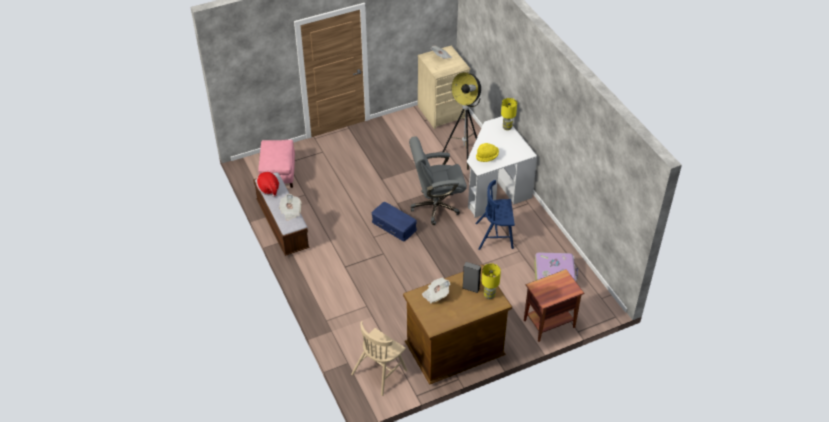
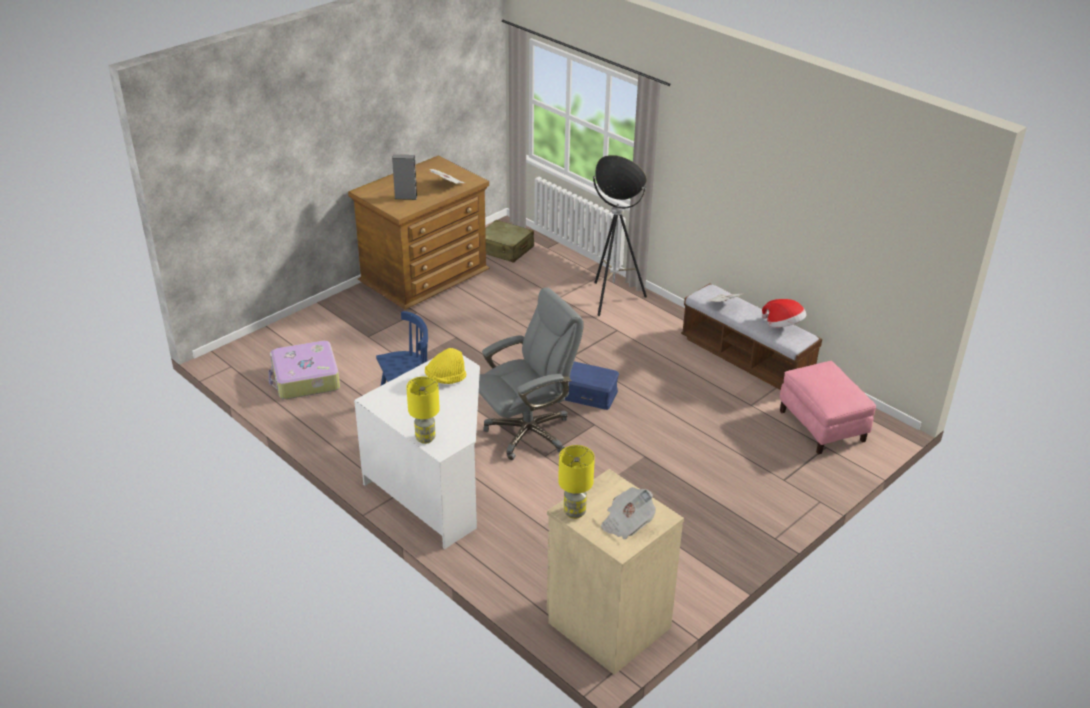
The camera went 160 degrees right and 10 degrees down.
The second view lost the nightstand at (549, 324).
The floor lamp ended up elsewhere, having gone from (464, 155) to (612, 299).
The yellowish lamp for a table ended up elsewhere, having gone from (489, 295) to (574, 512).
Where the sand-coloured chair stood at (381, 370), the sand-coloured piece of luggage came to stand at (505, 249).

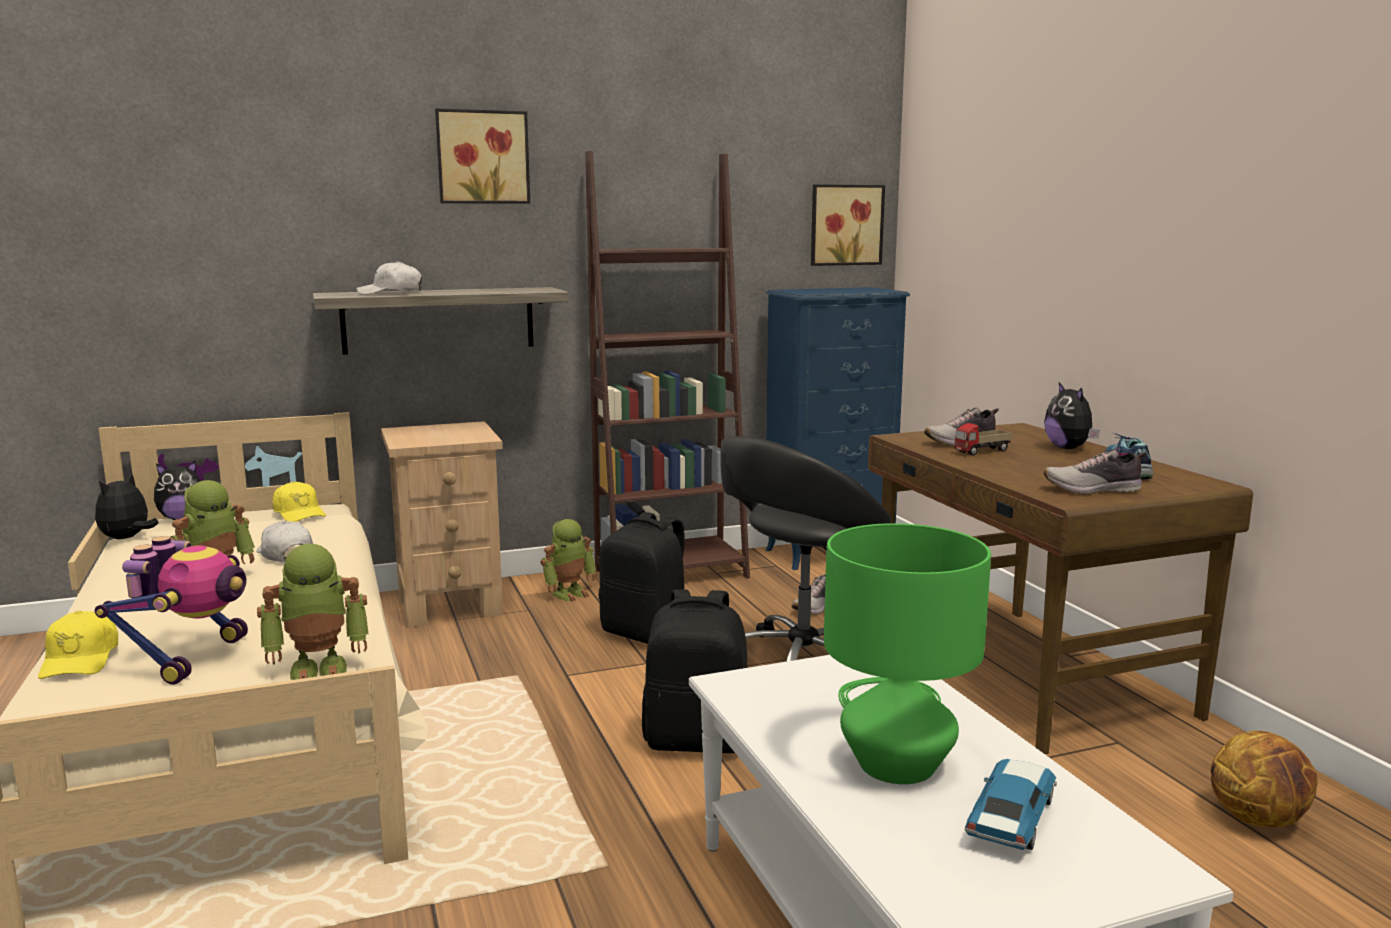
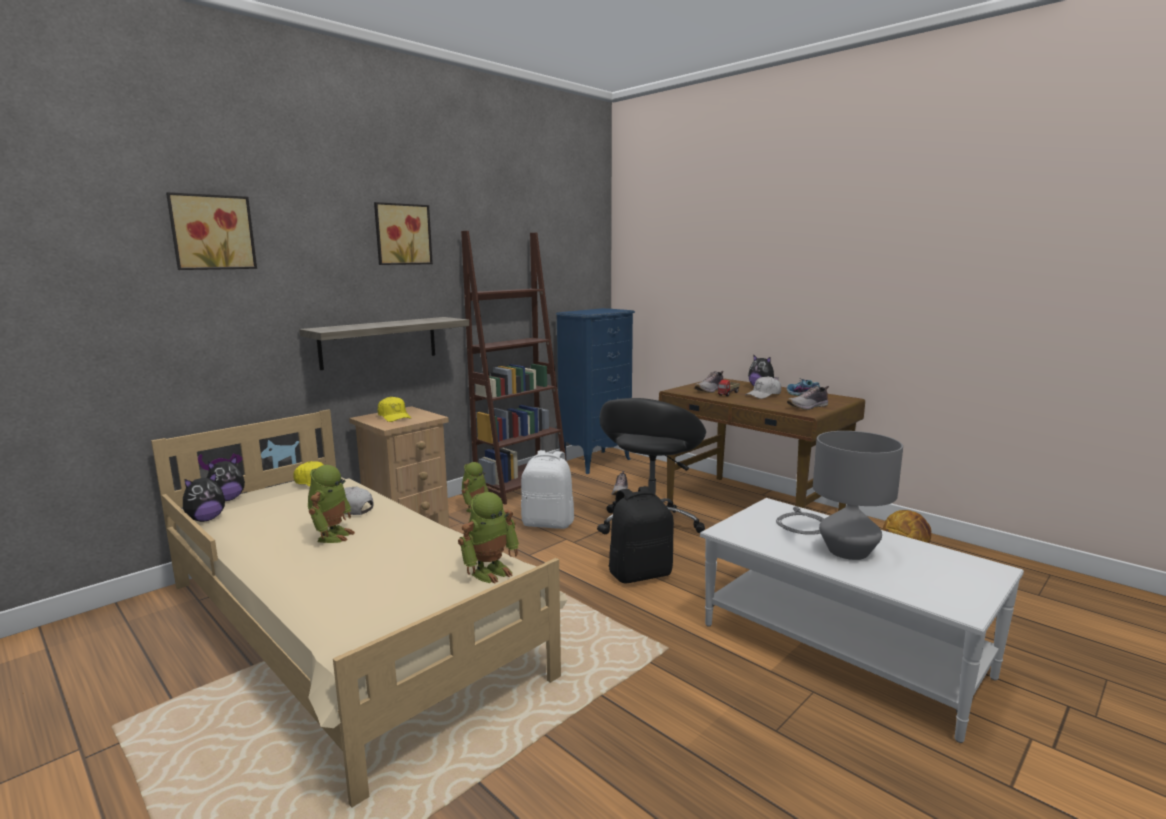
The camera went 25 degrees left and 0 degrees up.
The second view lost the robot figure at (192, 658).
The second view lost the miniature car at (1011, 817).
The yellowish baseball cap ended up elsewhere, having gone from (81, 660) to (394, 417).
The whitish baseball cap ended up elsewhere, having gone from (391, 293) to (763, 395).
The wall picture ended up elsewhere, having gone from (845, 225) to (212, 232).
What was the black backpack at (647, 634) turned into the whitish backpack at (548, 523).
What was the green lamp for a table at (894, 738) turned into the gray lamp for a table at (829, 539).
The soft toy at (127, 538) ended up facing another way, 135 degrees counterclockwise from before.

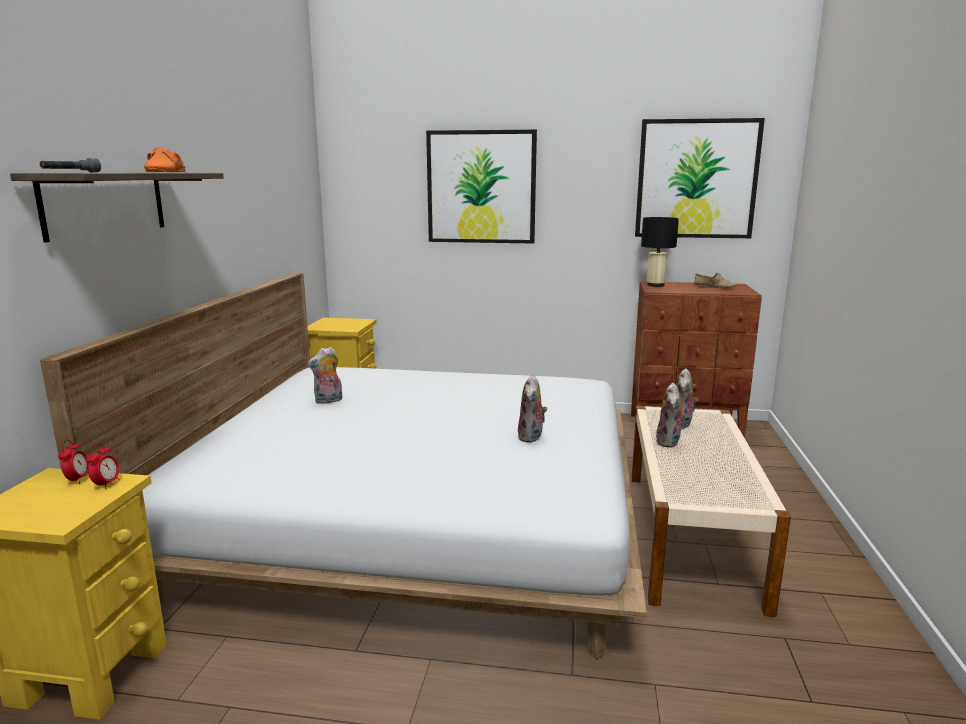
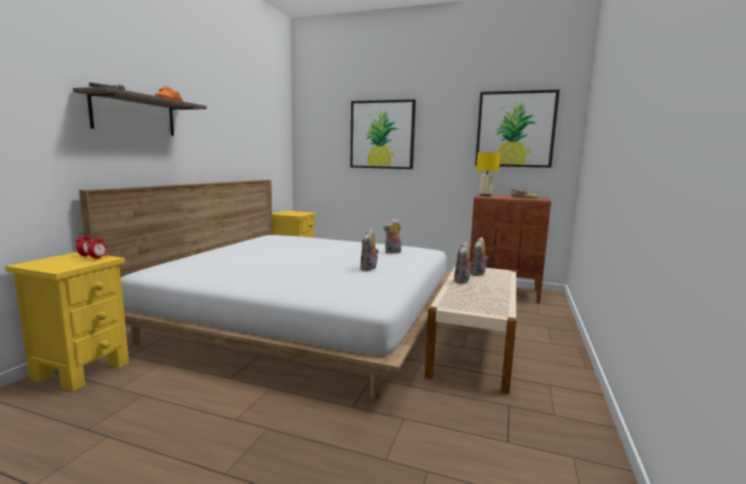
The camera went 10 degrees right and 5 degrees down.
The soft toy ended up elsewhere, having gone from (328, 401) to (393, 252).
What was the black lamp for a table at (655, 285) turned into the yellowish lamp for a table at (485, 195).

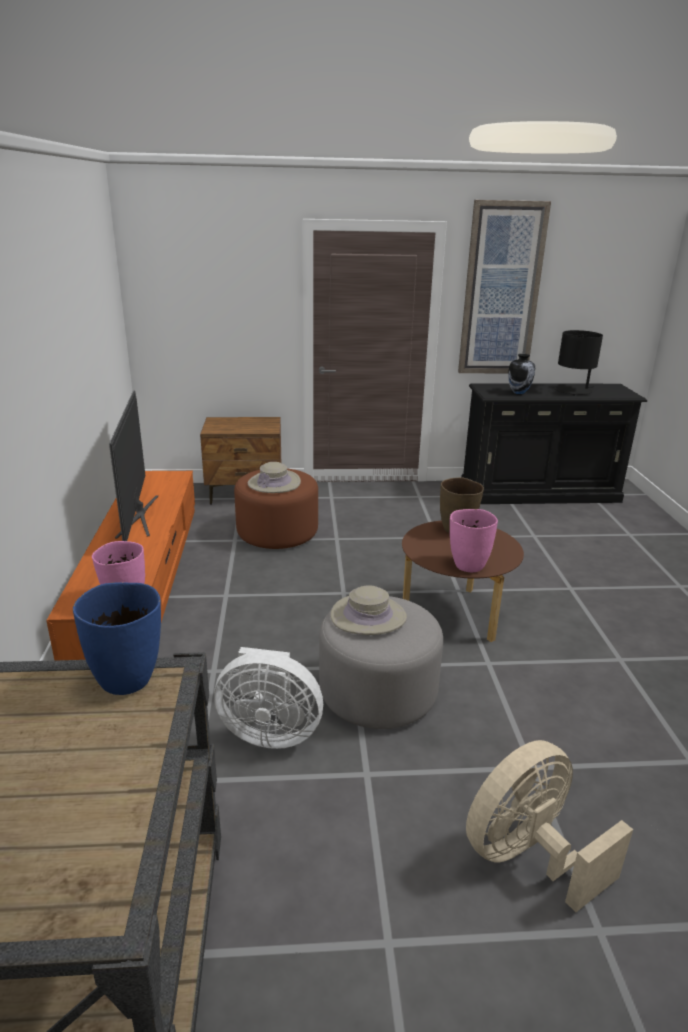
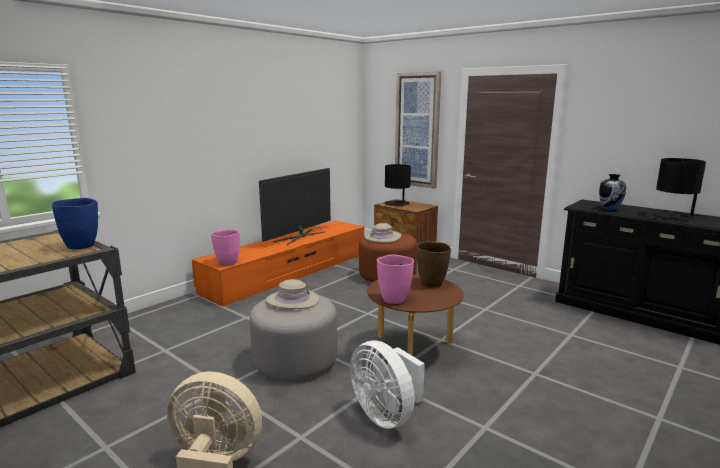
The camera went 45 degrees right and 10 degrees down.
The second view gained the black lamp for a table at (397, 204).
The whitish cooling fan ended up elsewhere, having gone from (269, 732) to (386, 415).
The wall picture ended up elsewhere, having gone from (501, 290) to (417, 130).

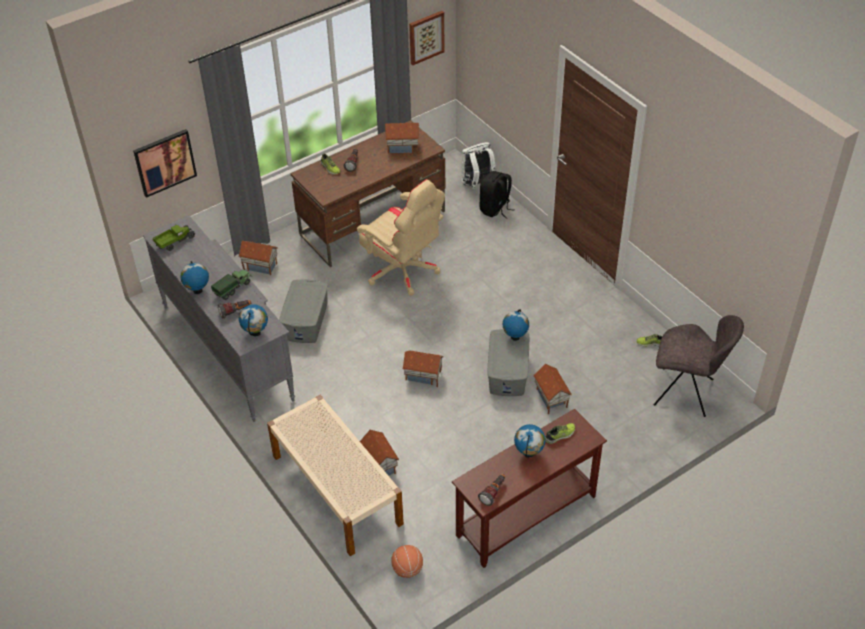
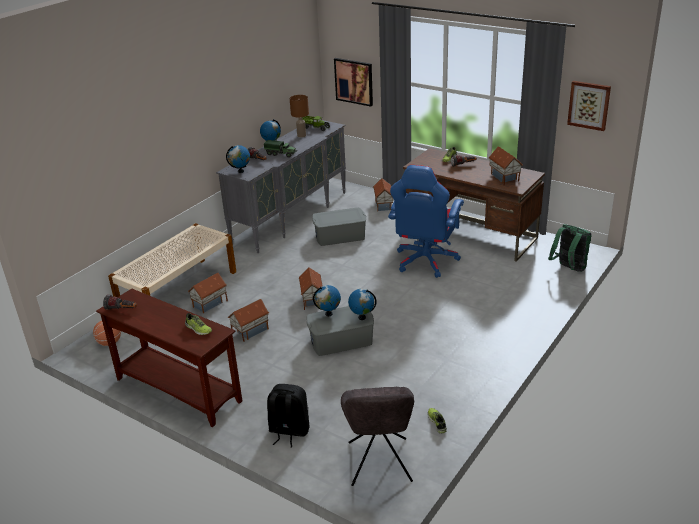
The camera went 70 degrees right and 15 degrees down.
The second view gained the brown lamp for a table at (301, 135).
The black backpack ended up elsewhere, having gone from (495, 209) to (289, 431).
The globe ended up elsewhere, having gone from (529, 454) to (328, 314).
The toy house ended up elsewhere, having gone from (550, 399) to (250, 331).
What was the sand-coloured computer chair at (402, 270) turned into the bluish computer chair at (426, 260).
What was the whitish backpack at (477, 184) turned into the green backpack at (569, 268).

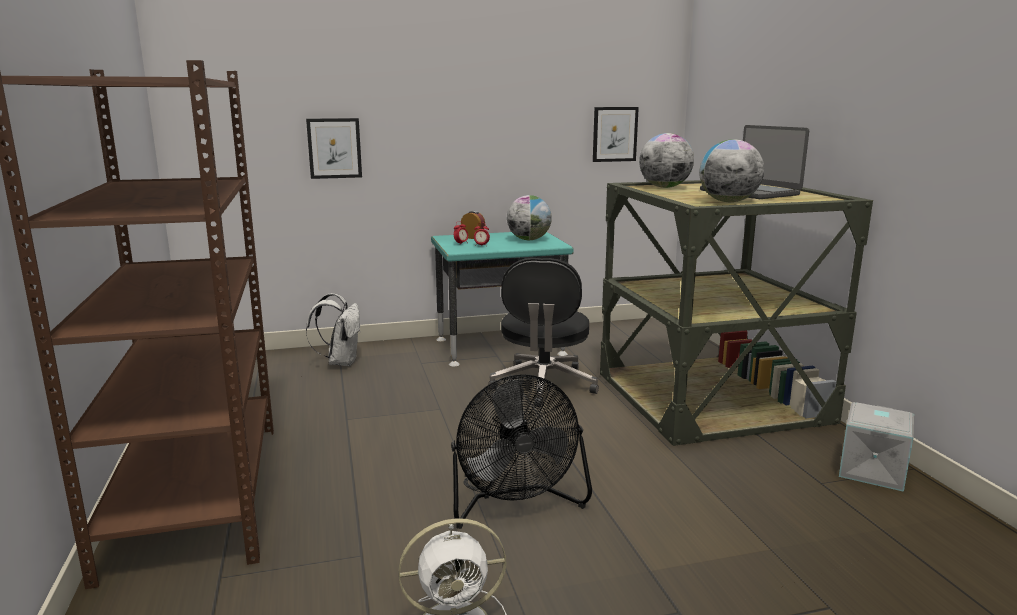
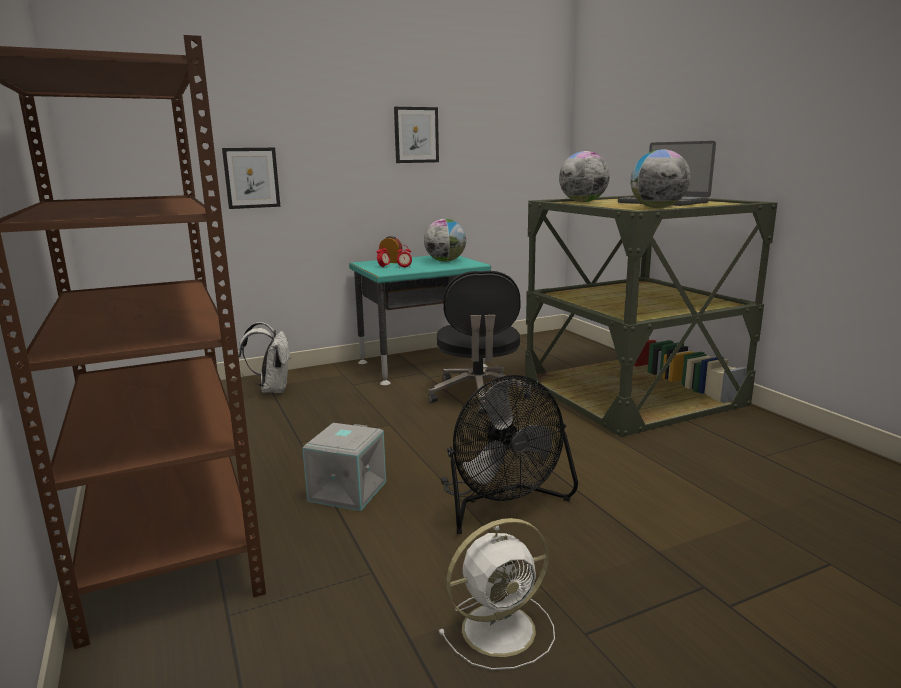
The camera went 10 degrees left and 0 degrees up.
The wall picture ended up elsewhere, having gone from (615, 134) to (416, 135).
The gray storage bin ended up elsewhere, having gone from (870, 470) to (346, 491).

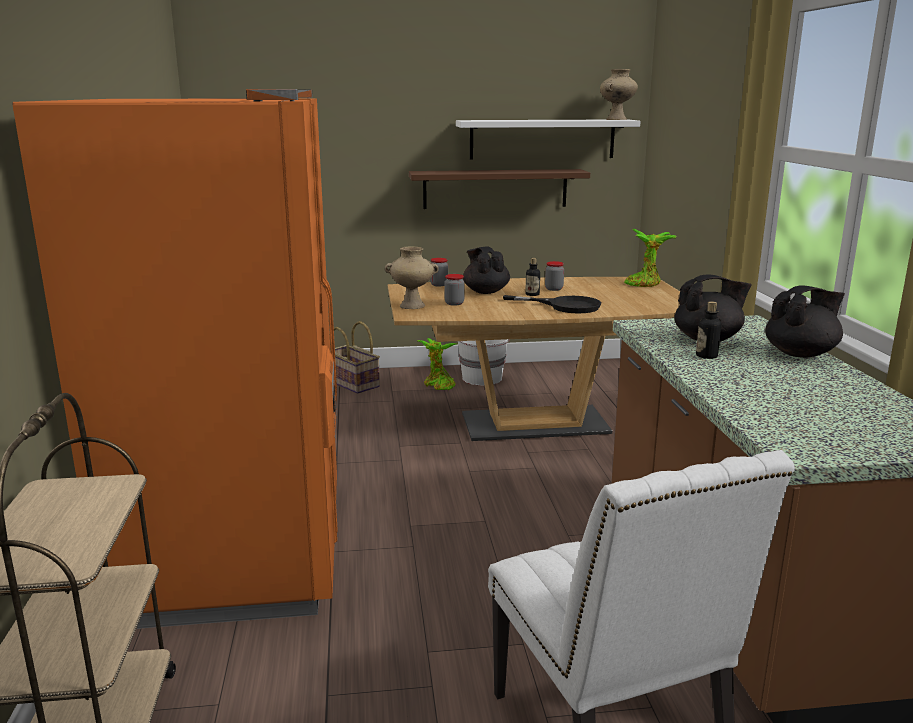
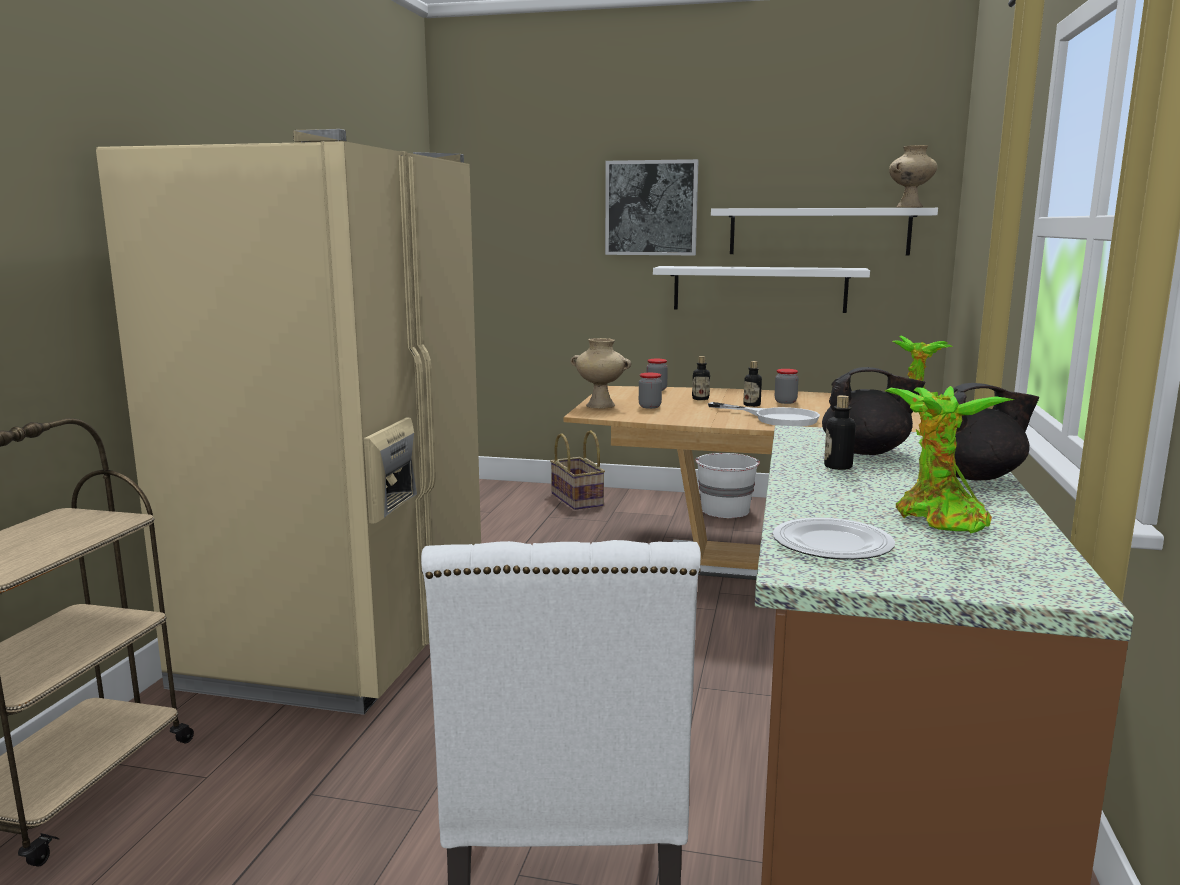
The camera went 20 degrees right and 5 degrees down.
The second view gained the wall picture at (651, 208).
The second view gained the dinner plate at (832, 544).
The houseplant ended up elsewhere, having gone from (438, 385) to (936, 518).
Where the black pot for tea stood at (485, 291), the beverage bottle came to stand at (700, 399).
What was the orange fridge at (240, 547) turned into the sand-coloured fridge at (343, 637).
What was the brown wall shelf at (495, 189) turned into the whitish wall shelf at (759, 289).
What was the black skillet at (565, 306) turned into the whitish skillet at (776, 418).

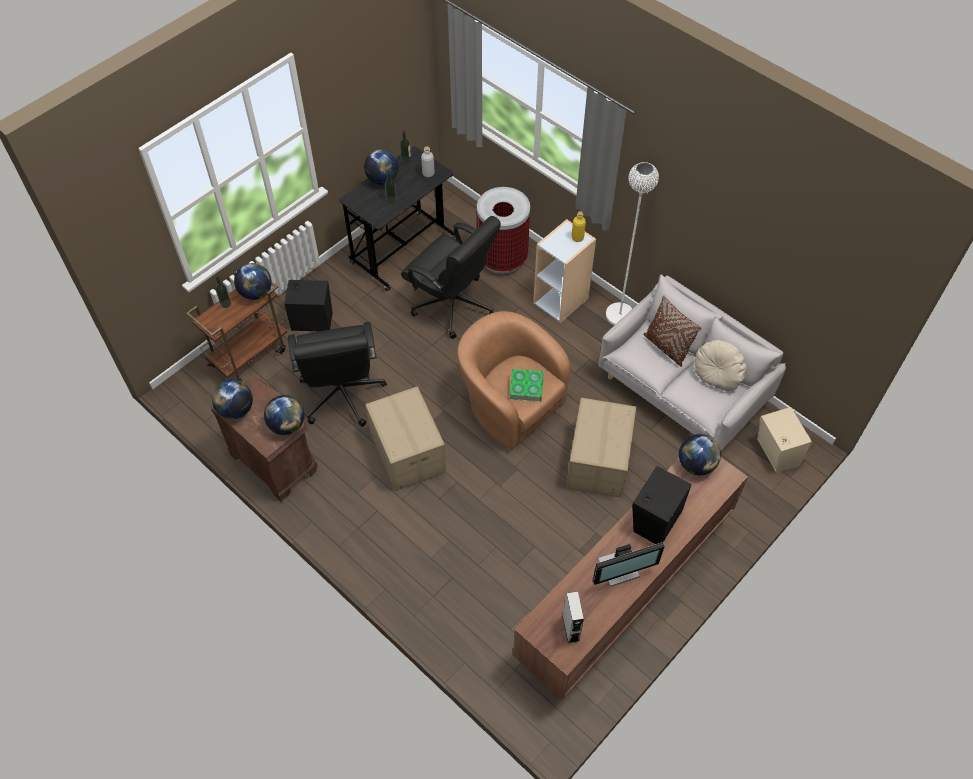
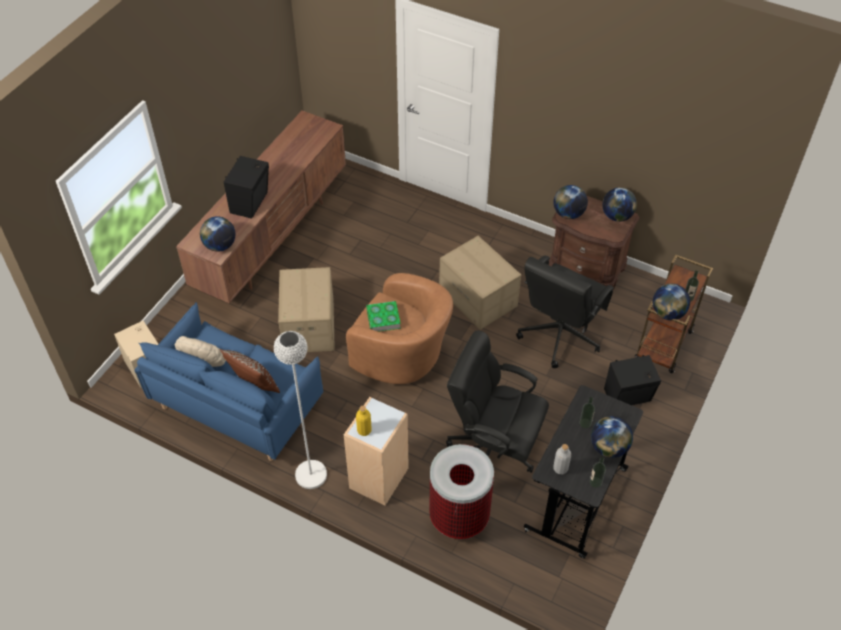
The camera went 165 degrees right and 5 degrees down.
The second view lost the gray loudspeaker at (570, 628).
The second view lost the computer screen at (620, 569).
What was the gray couch at (681, 391) turned into the bluish couch at (238, 406).
The black computer chair at (342, 393) ended up facing another way, 120 degrees counterclockwise from before.

